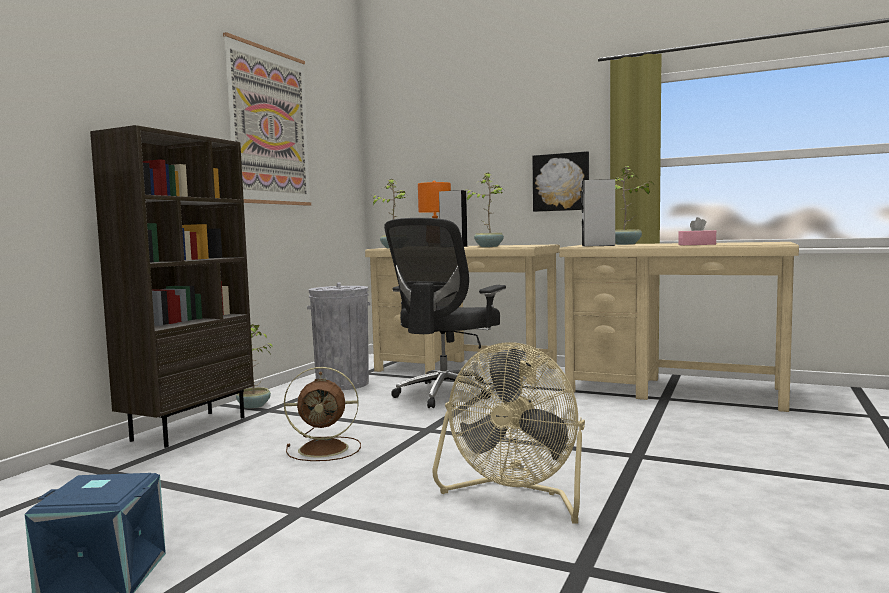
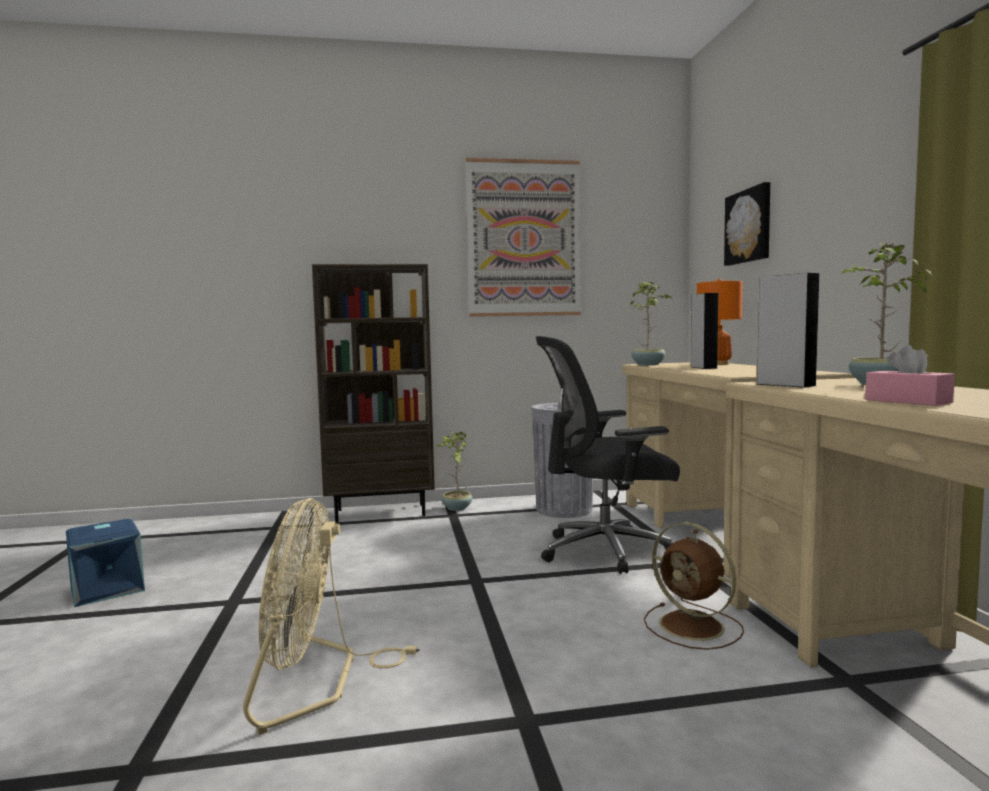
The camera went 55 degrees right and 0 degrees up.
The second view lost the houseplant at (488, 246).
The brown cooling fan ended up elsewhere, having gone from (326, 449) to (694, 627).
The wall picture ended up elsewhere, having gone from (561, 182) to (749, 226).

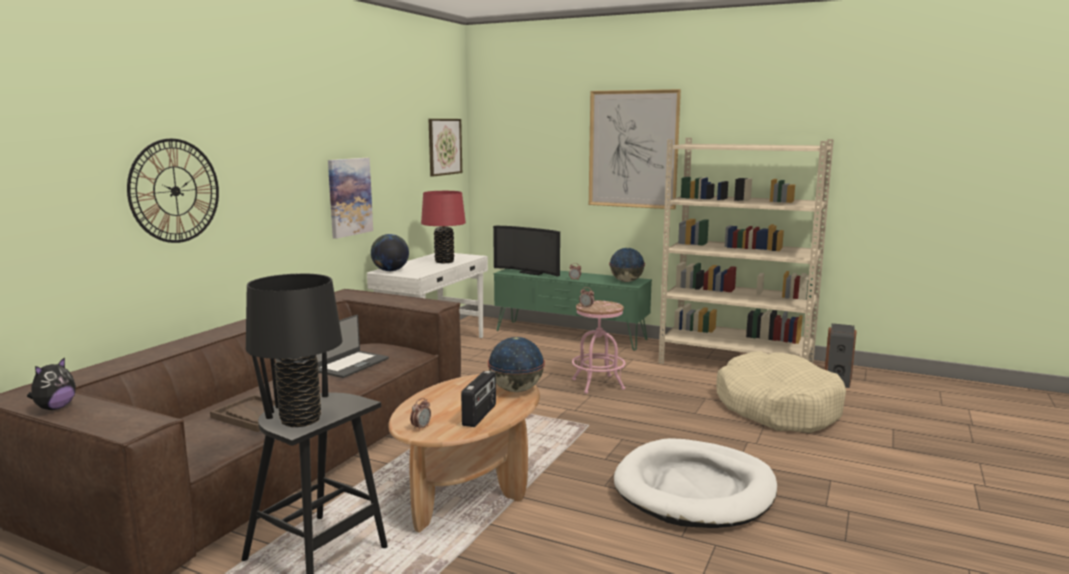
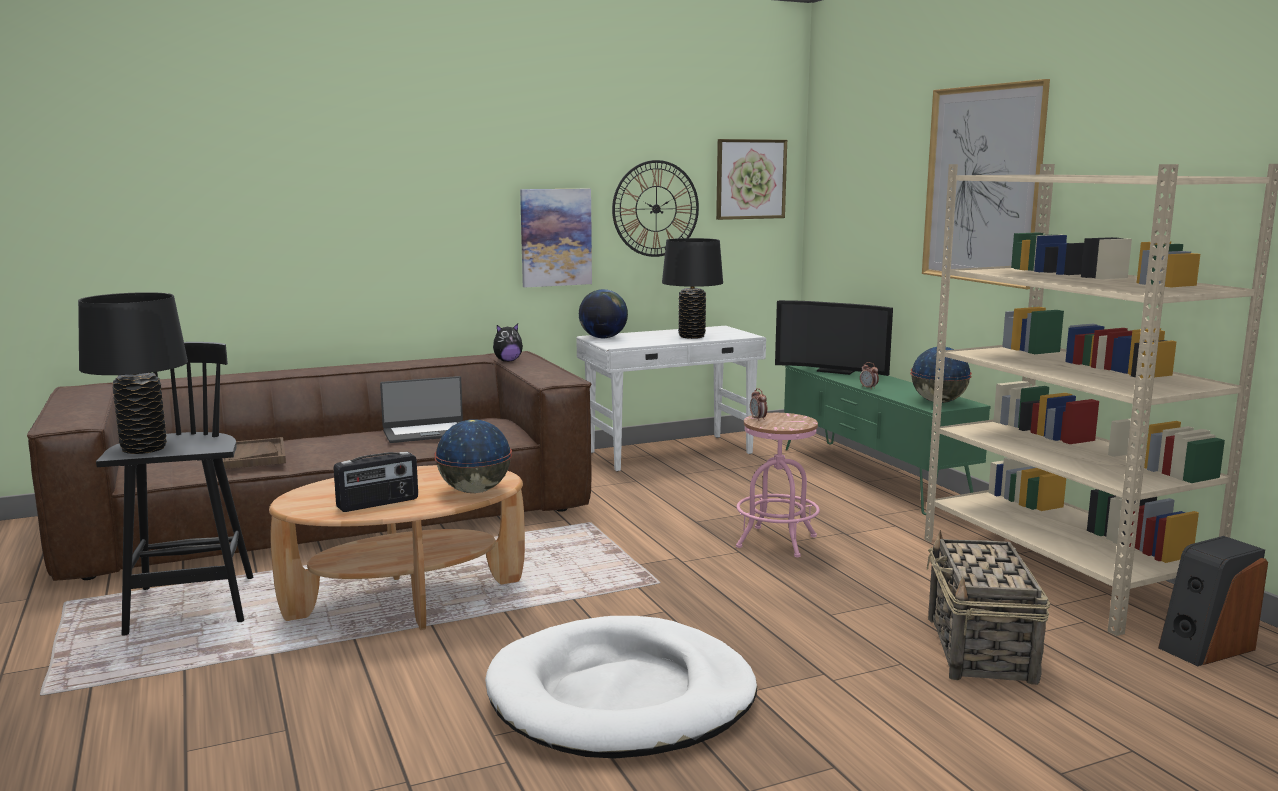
The camera went 40 degrees right and 0 degrees up.
The second view lost the bedside clock at (421, 427).
The soft toy ended up elsewhere, having gone from (55, 408) to (507, 361).
The wall clock ended up elsewhere, having gone from (175, 191) to (656, 208).
Where the sand-coloured pet bed stood at (777, 408), the basket came to stand at (980, 650).
What was the reddish lamp for a table at (444, 261) turned into the black lamp for a table at (691, 336).
The television at (531, 272) ended up facing another way, 45 degrees counterclockwise from before.

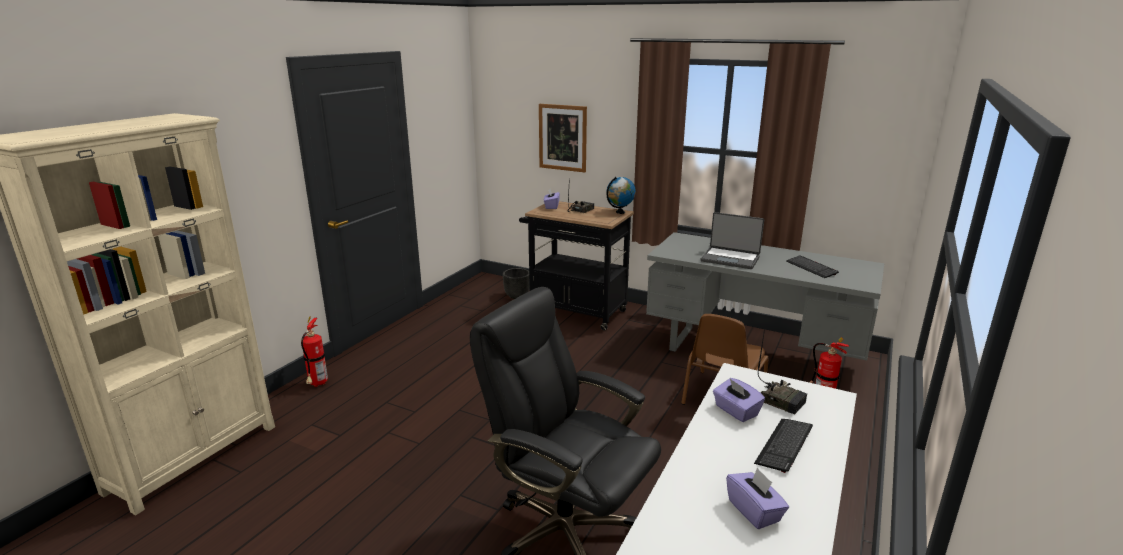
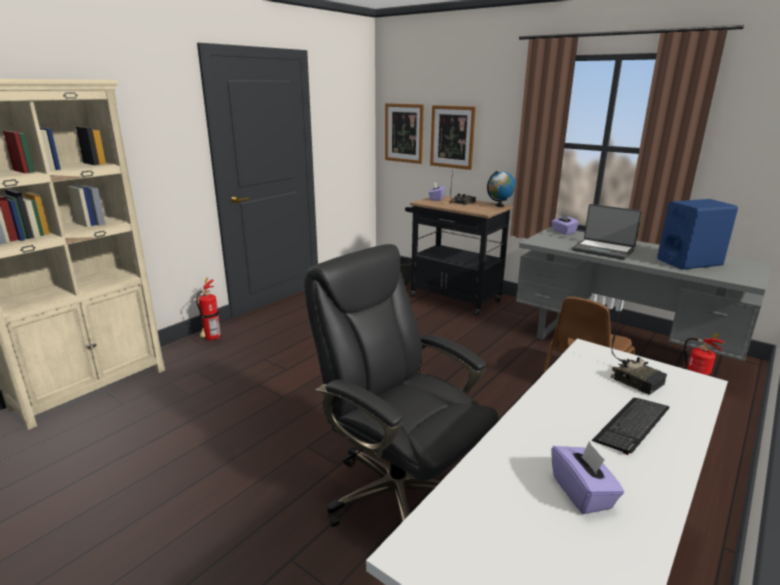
The camera went 10 degrees right and 0 degrees up.
The second view gained the wall picture at (404, 133).
The purplish tissue box ended up elsewhere, having gone from (736, 411) to (563, 232).
Where the keyboard stood at (811, 268), the bluish loudspeaker came to stand at (689, 262).

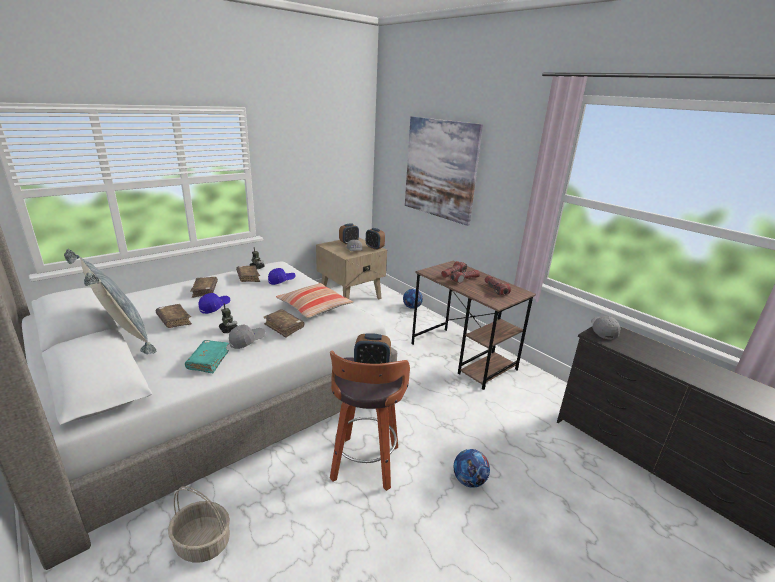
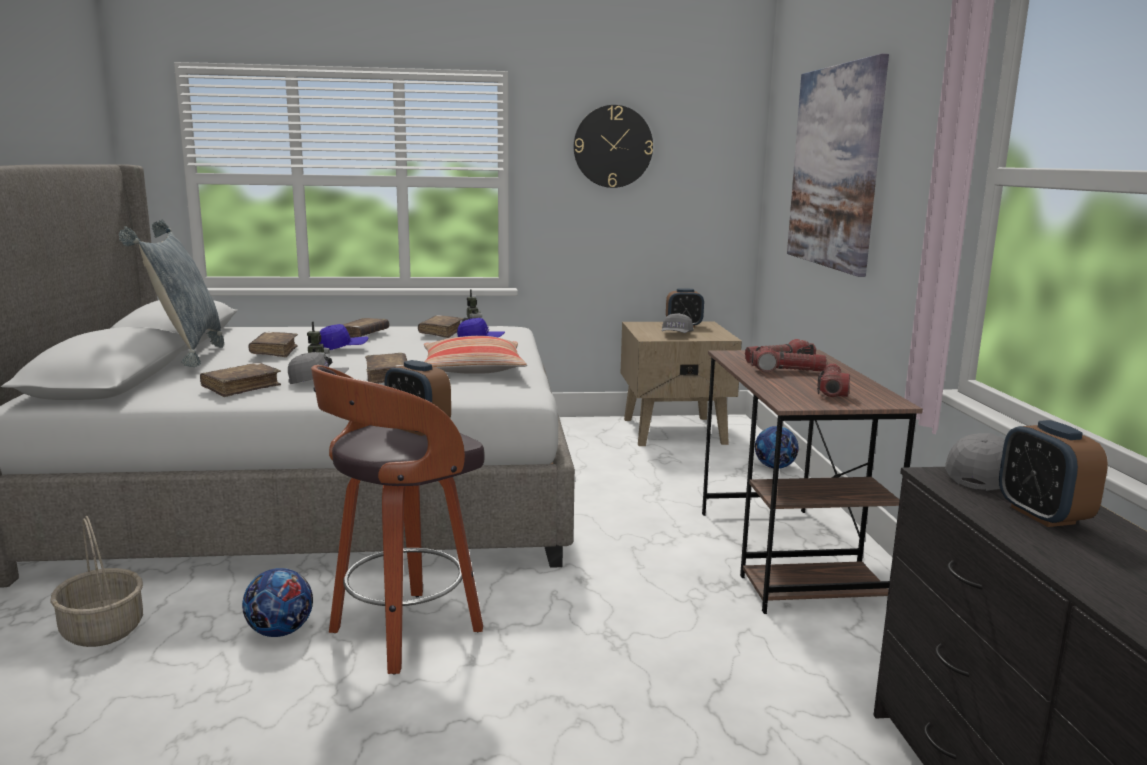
The camera went 35 degrees right and 10 degrees down.
The second view gained the wall clock at (613, 146).
The bedside clock ended up elsewhere, having gone from (374, 247) to (1042, 515).
The ball for football ended up elsewhere, having gone from (469, 480) to (280, 632).
What was the blue-green volume at (208, 361) turned into the brown volume at (241, 387).

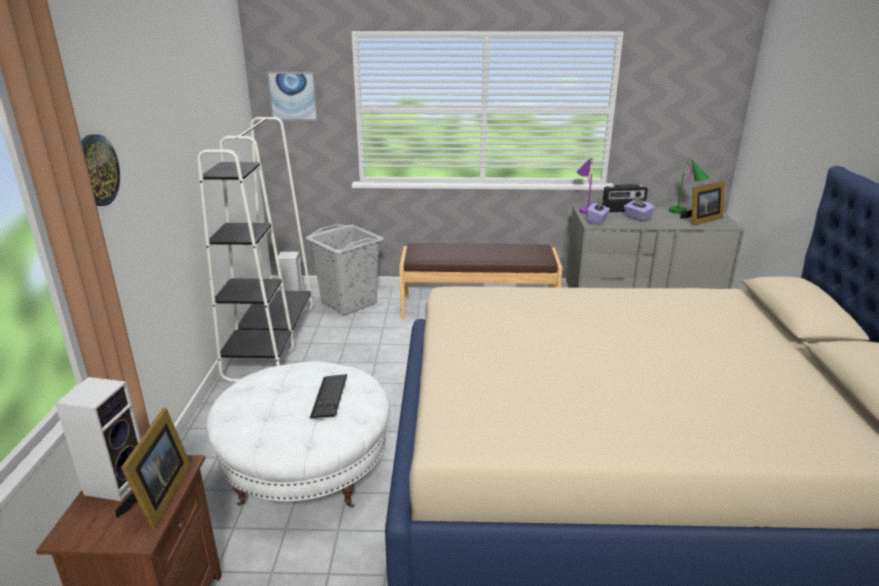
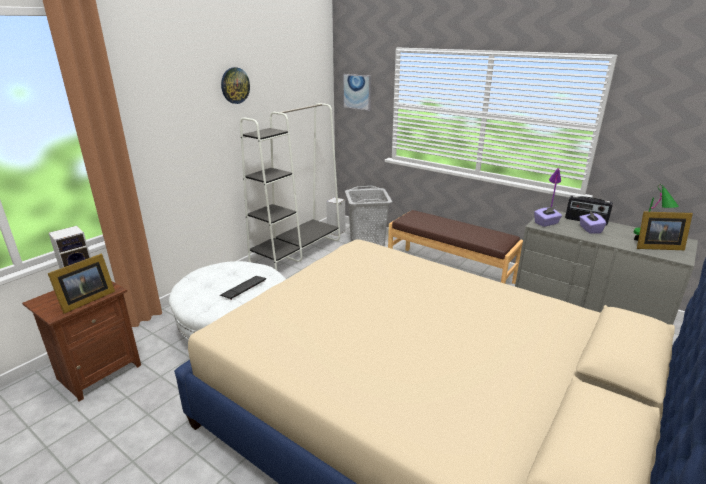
The camera went 35 degrees right and 0 degrees up.
The wall clock ended up elsewhere, having gone from (96, 170) to (235, 85).

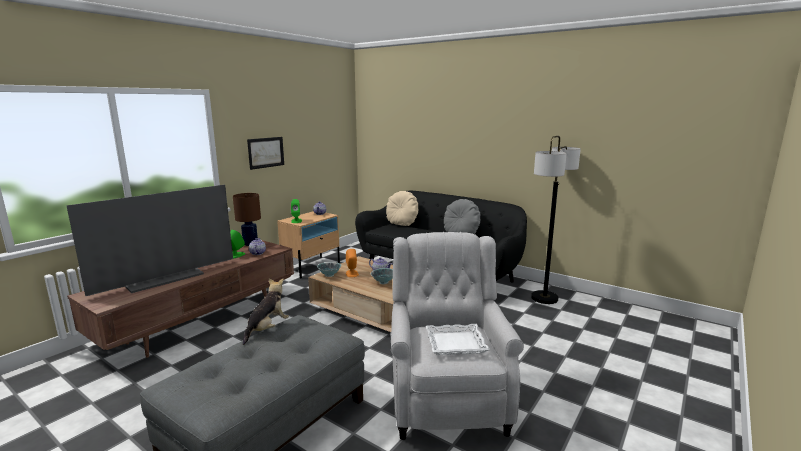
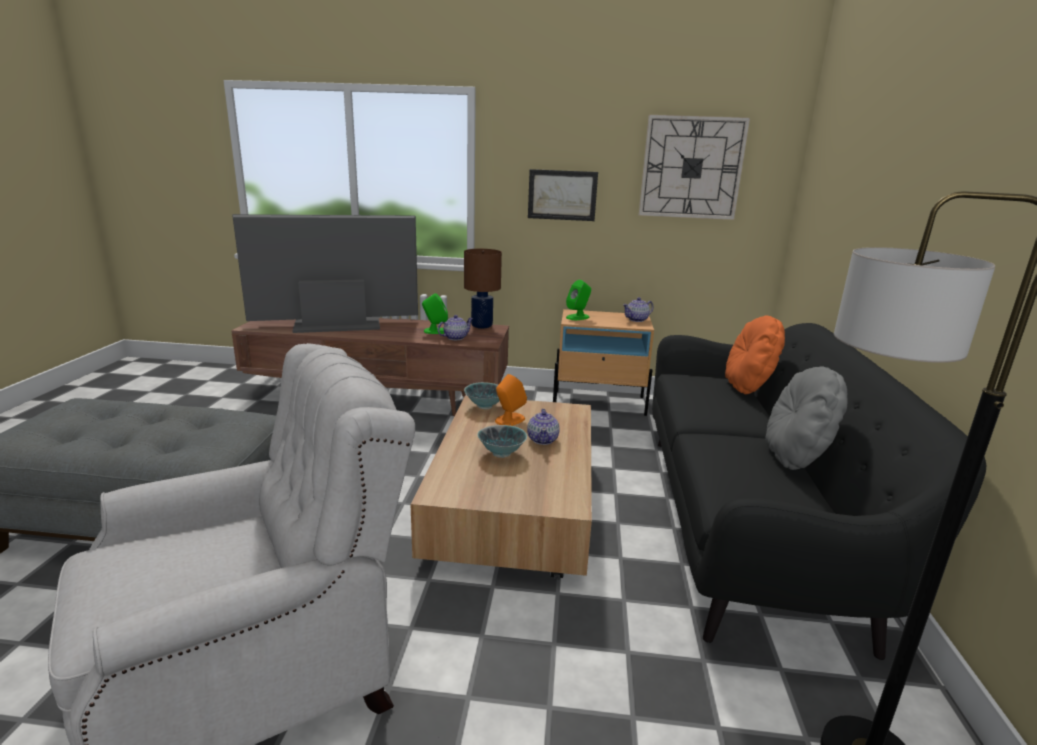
The camera went 60 degrees right and 5 degrees up.
The second view lost the soft toy at (267, 329).
The second view lost the whitish tray at (456, 344).
The second view gained the wall clock at (691, 168).
What was the sand-coloured throw pillow at (402, 224) turned into the orange throw pillow at (748, 388).
The television at (164, 278) ended up facing another way, 150 degrees clockwise from before.

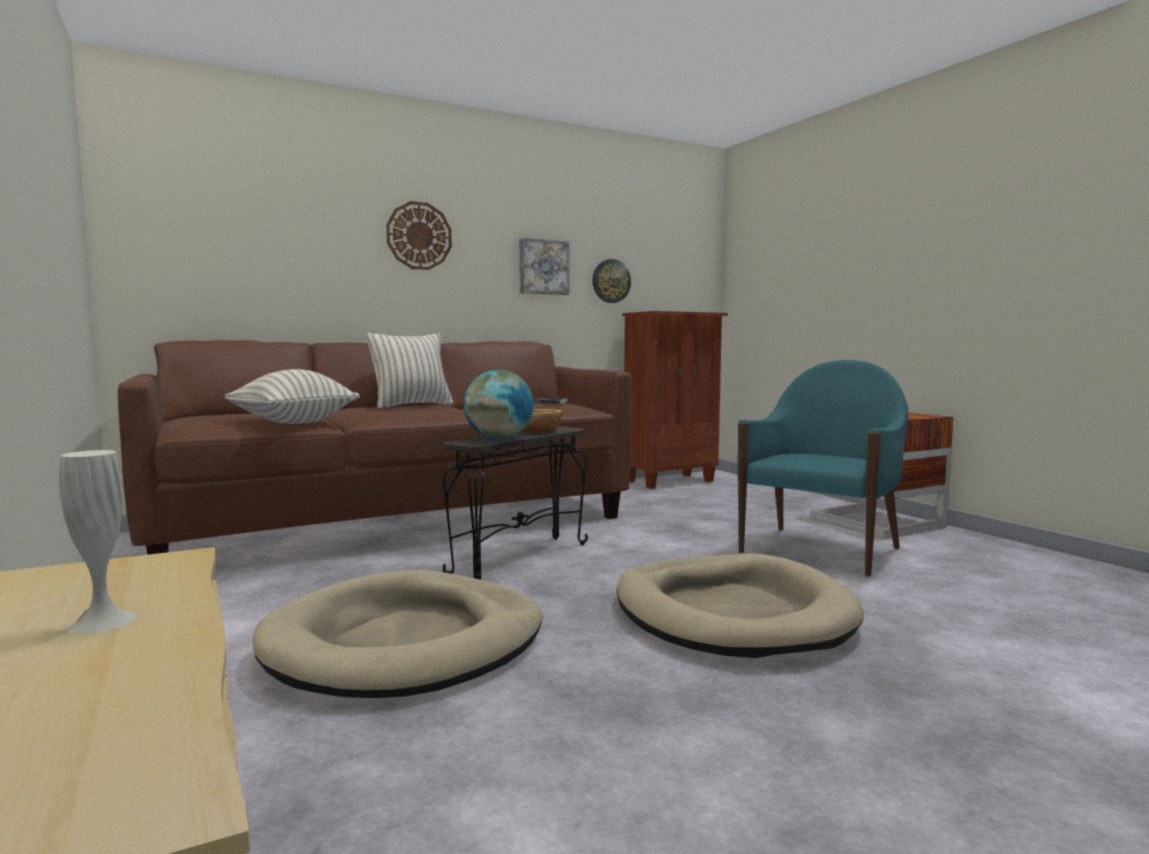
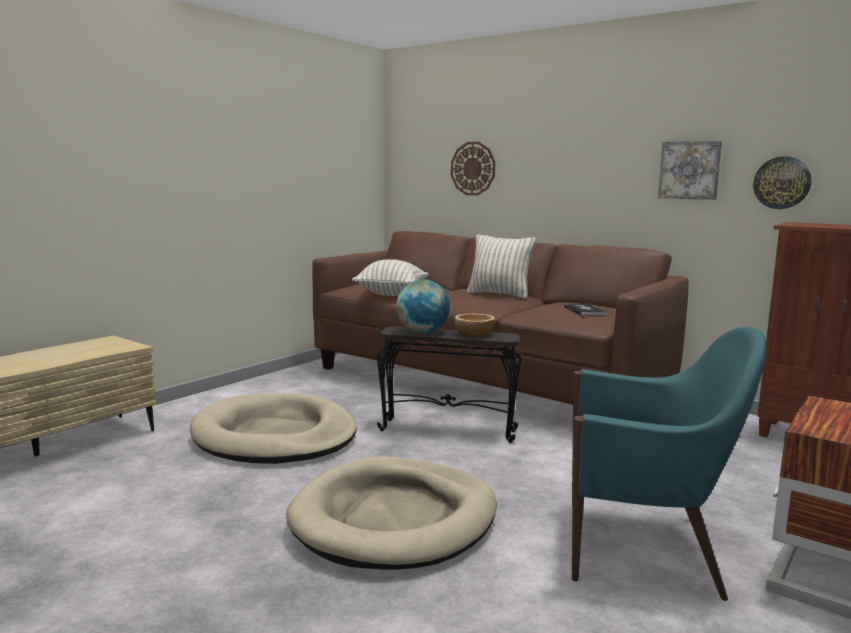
The camera went 65 degrees right and 5 degrees up.
The second view lost the whitish flower vase at (102, 621).
The wall clock ended up elsewhere, having gone from (419, 236) to (473, 168).

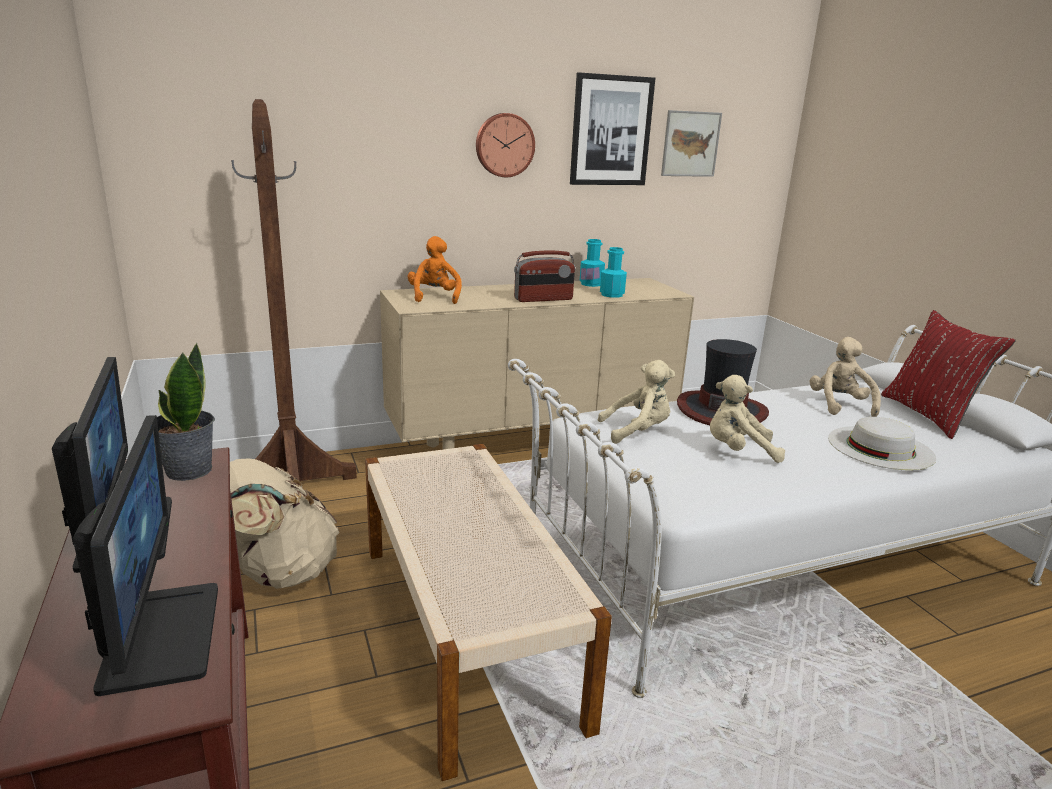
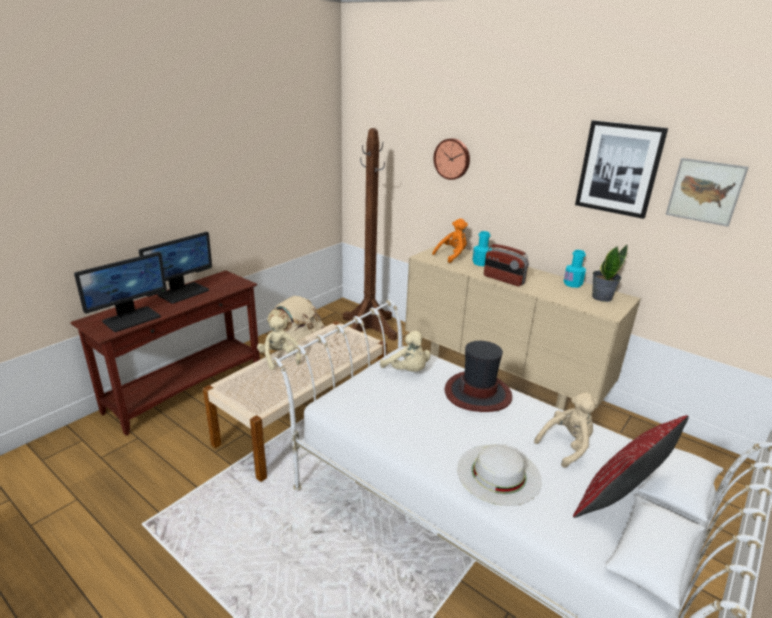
The camera went 60 degrees right and 5 degrees up.
The houseplant ended up elsewhere, having gone from (188, 470) to (601, 297).
The wall clock ended up elsewhere, having gone from (504, 145) to (452, 158).
The blue-green beverage bottle ended up elsewhere, having gone from (612, 295) to (481, 263).
The sand-coloured soft toy ended up elsewhere, having gone from (738, 451) to (279, 358).

